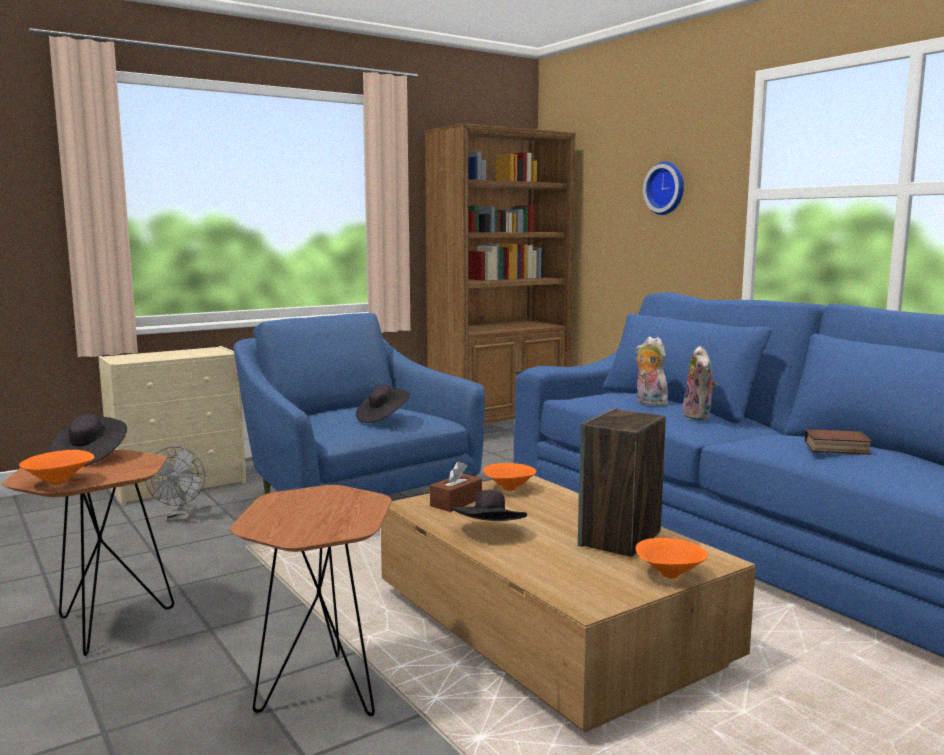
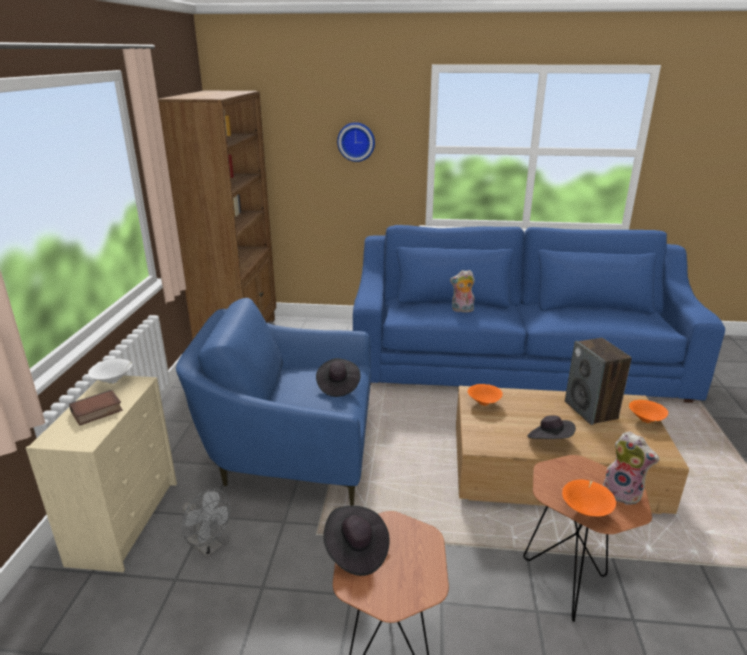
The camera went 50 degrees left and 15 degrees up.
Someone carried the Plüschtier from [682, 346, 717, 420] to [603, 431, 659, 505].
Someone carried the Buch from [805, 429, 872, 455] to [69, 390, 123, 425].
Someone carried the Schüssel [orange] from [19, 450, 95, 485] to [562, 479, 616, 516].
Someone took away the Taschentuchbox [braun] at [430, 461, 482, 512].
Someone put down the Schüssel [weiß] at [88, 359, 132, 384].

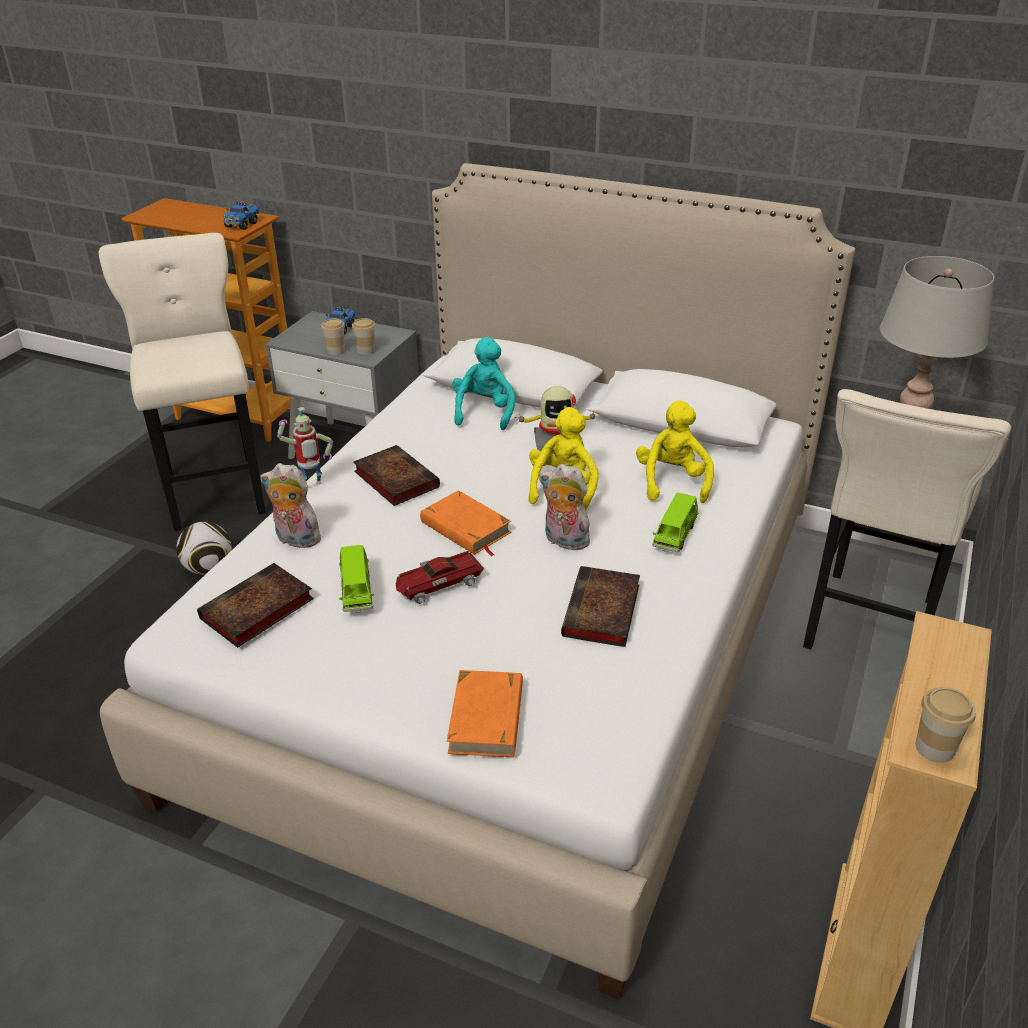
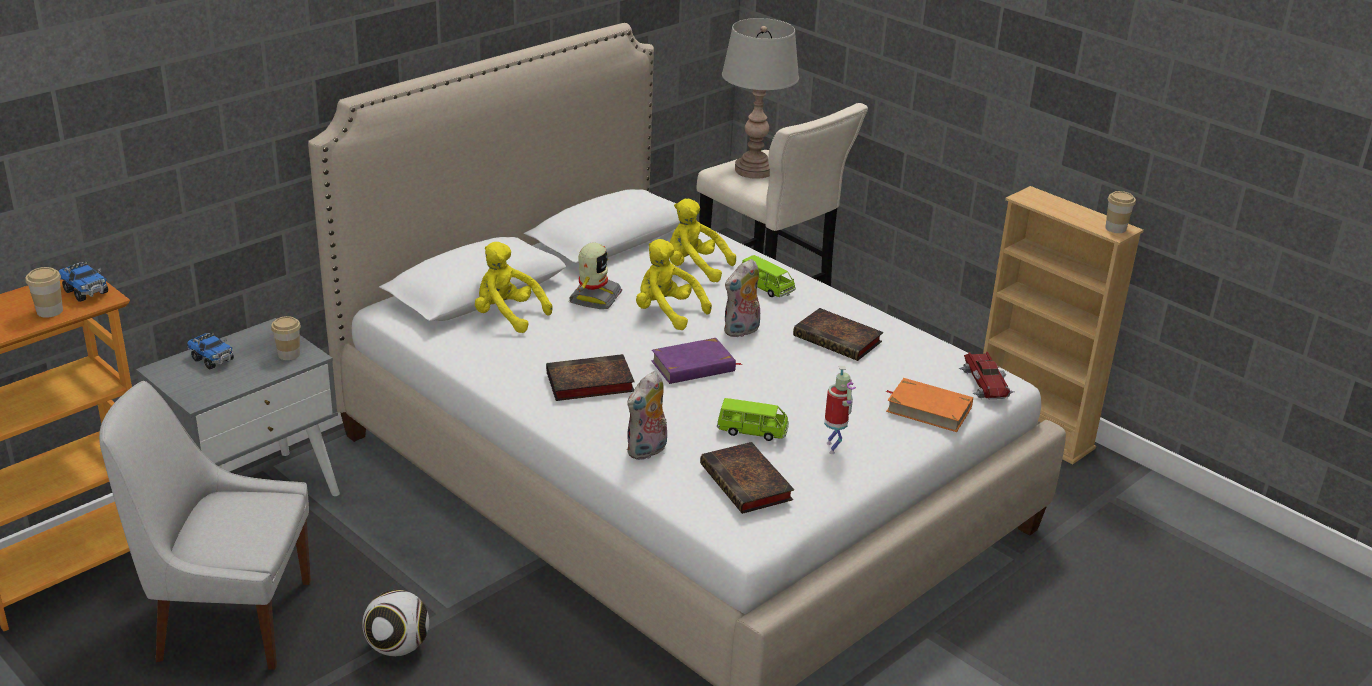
The camera went 70 degrees left and 5 degrees down.
Someone swapped the Hocker [beige] at [99, 233, 266, 531] for the Stuhl [weiß] at [99, 381, 311, 670].
Someone carried the Tasse from [321, 319, 345, 355] to [26, 267, 63, 318].
Someone repainted the Plüschtier [türkis] at [452, 337, 516, 430], which became the Plüschtier [gelb] at [475, 242, 552, 333].
Someone carried the Spielzeugroboter from [277, 407, 333, 485] to [824, 366, 856, 454].
Someone repainted the Buch [orange] at [420, 490, 511, 557], which became the Buch [lila] at [651, 338, 742, 384].
Someone carried the Spielzeugauto from [396, 551, 484, 604] to [958, 351, 1014, 399].

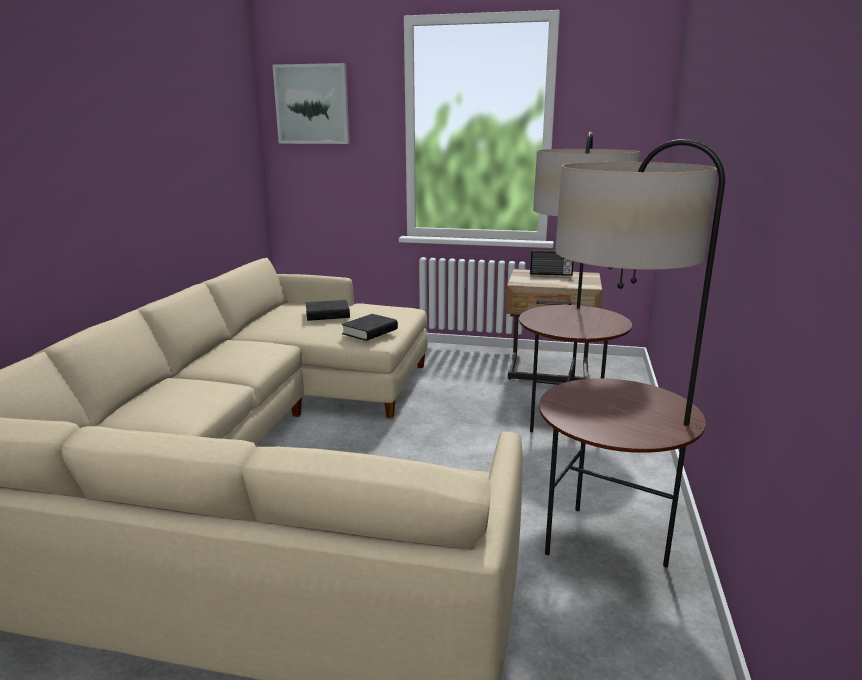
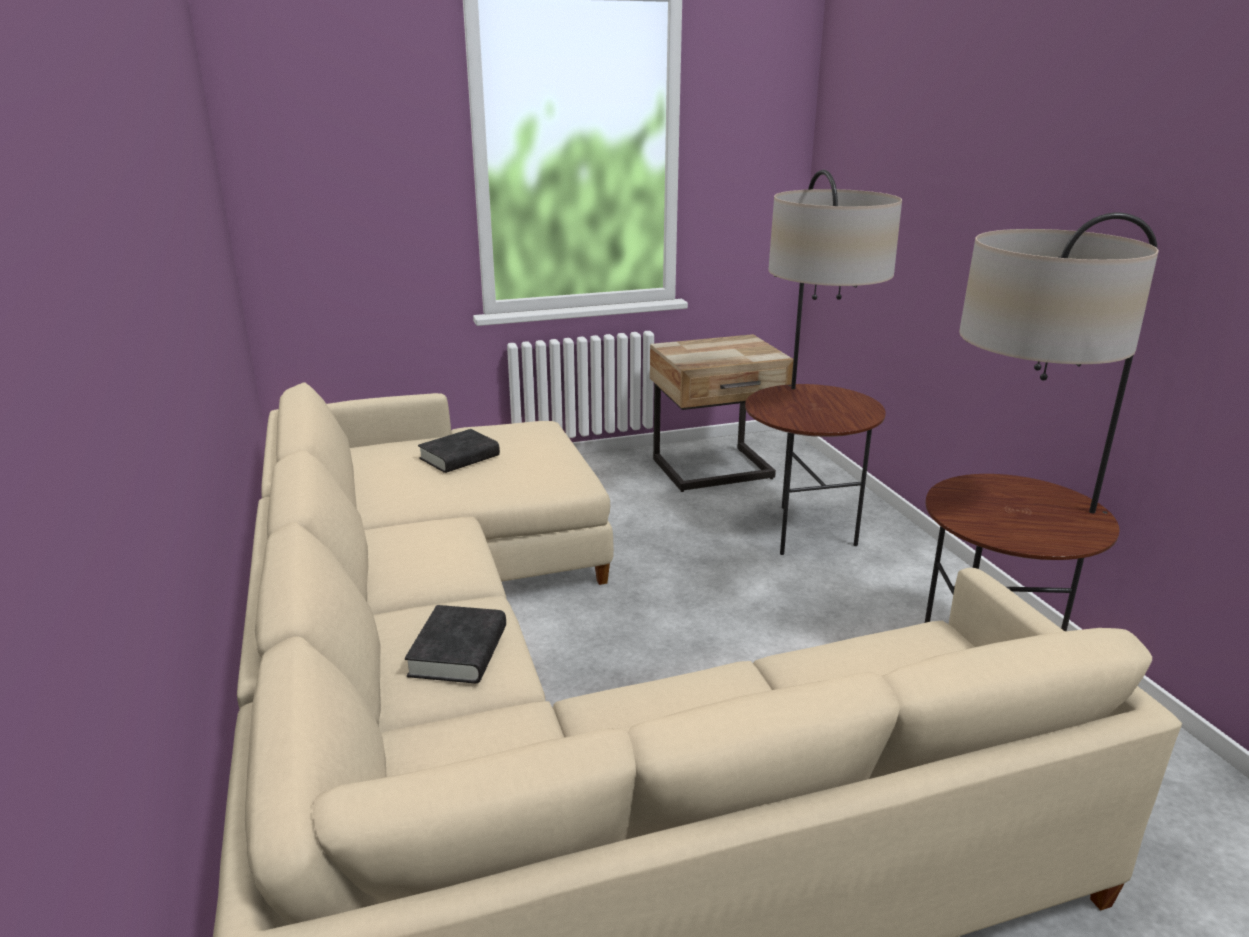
The camera went 30 degrees left and 5 degrees up.
Someone took away the Bild at [272, 63, 350, 144].
Someone took away the Radio at [530, 250, 574, 276].
Someone carried the Buch [schwarz] from [342, 314, 398, 341] to [405, 605, 506, 683].

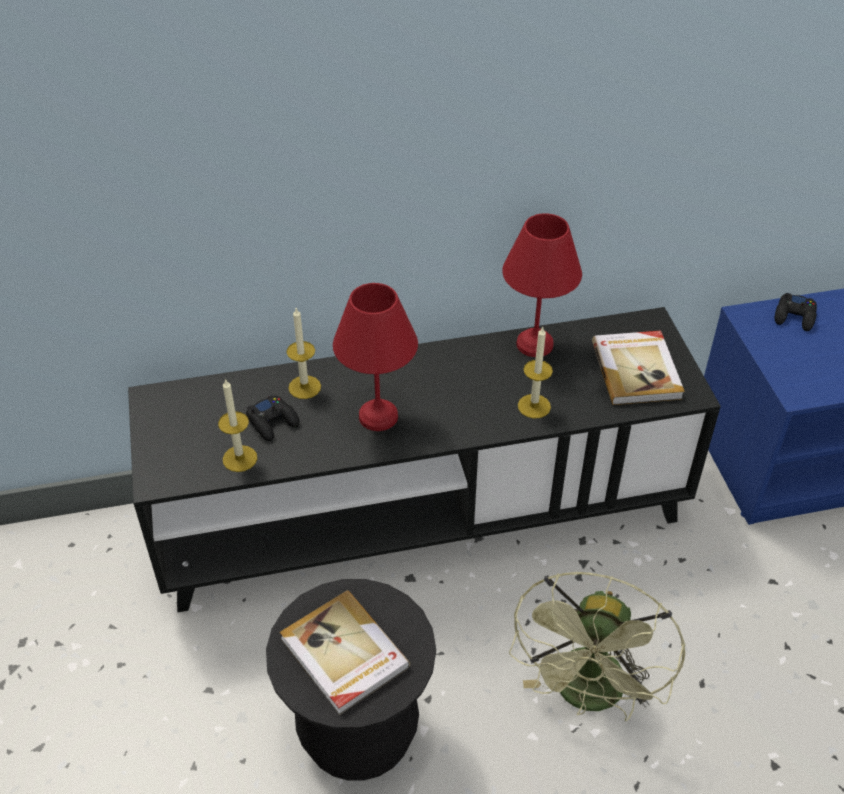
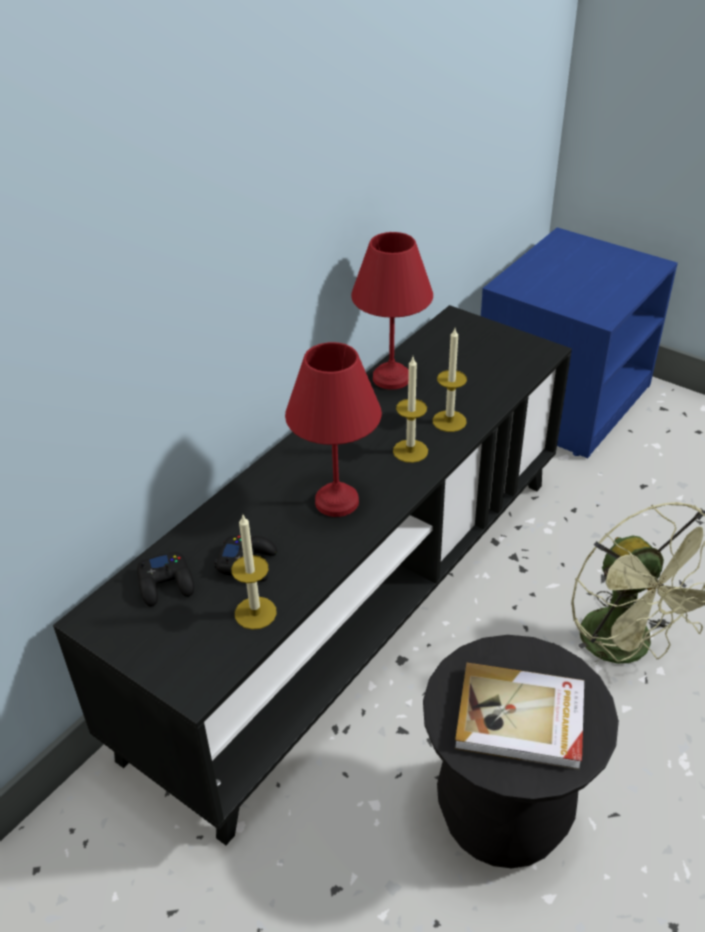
The camera went 40 degrees left and 5 degrees down.
Someone carried the Gamepad [schwarz] from [775, 293, 817, 331] to [137, 551, 194, 607].
Someone carried the Kerze from [286, 308, 321, 399] to [393, 357, 428, 463].
Someone took away the Buch at [592, 331, 685, 405].

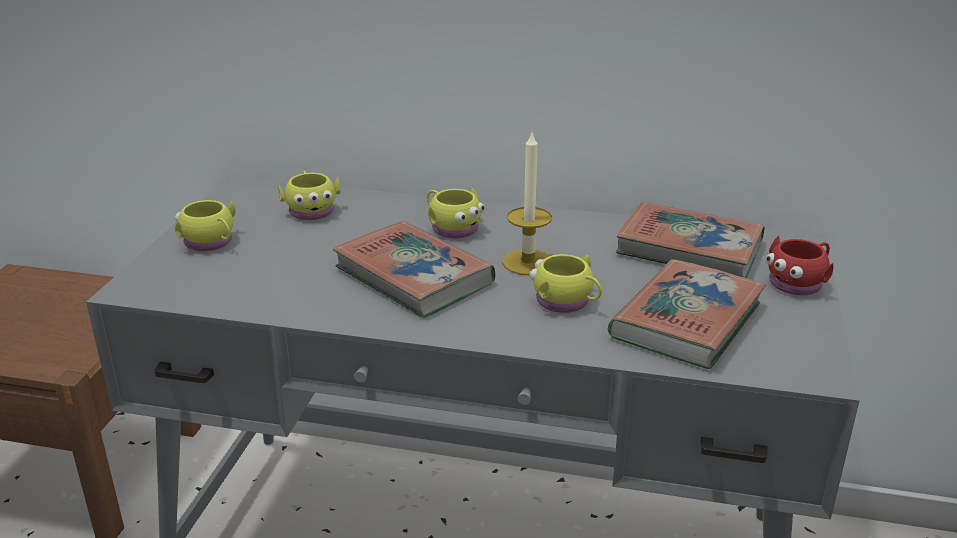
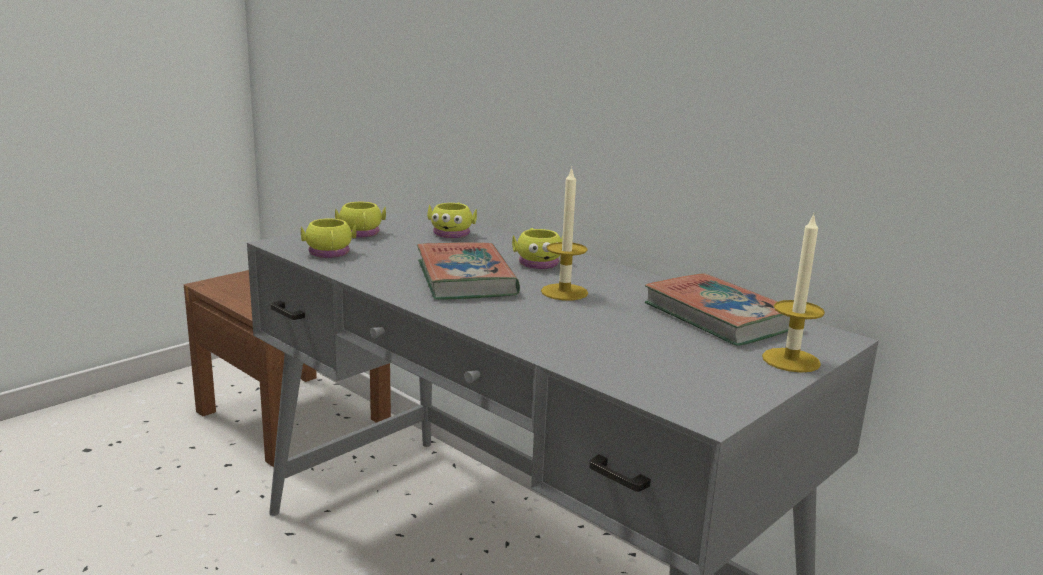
The camera went 30 degrees right and 10 degrees down.
Someone swapped the Henkelbecher [rot] at [766, 236, 834, 295] for the Kerze at [762, 214, 825, 373].
Someone carried the Henkelbecher [gelb] from [529, 254, 602, 313] to [301, 218, 356, 258].
Someone took away the Buch at [608, 259, 766, 369].

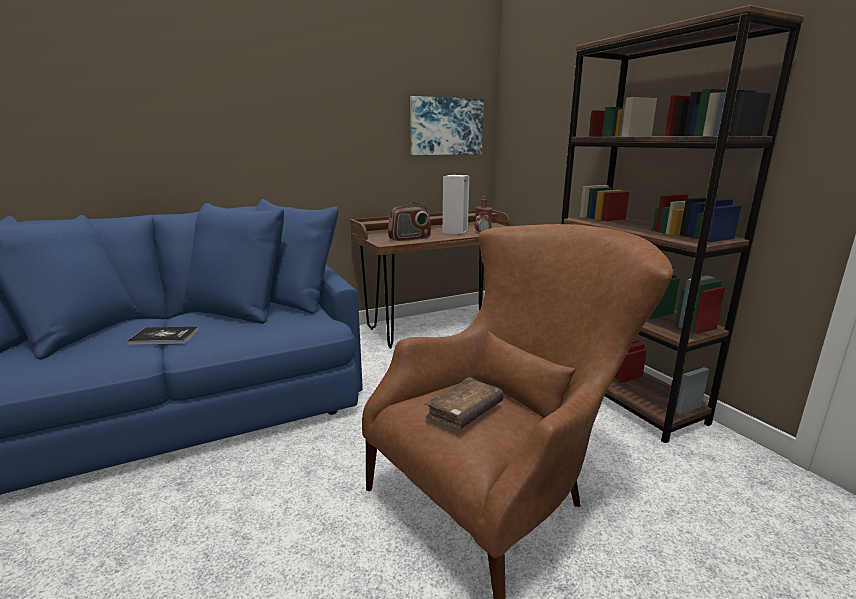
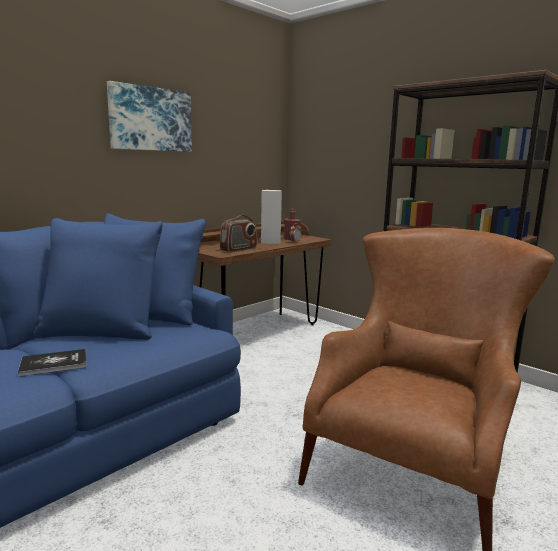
The camera went 20 degrees left and 5 degrees down.
Someone carried the Bild from [410, 96, 484, 155] to [107, 81, 192, 152].
Someone took away the Buch [braun] at [424, 377, 504, 429].

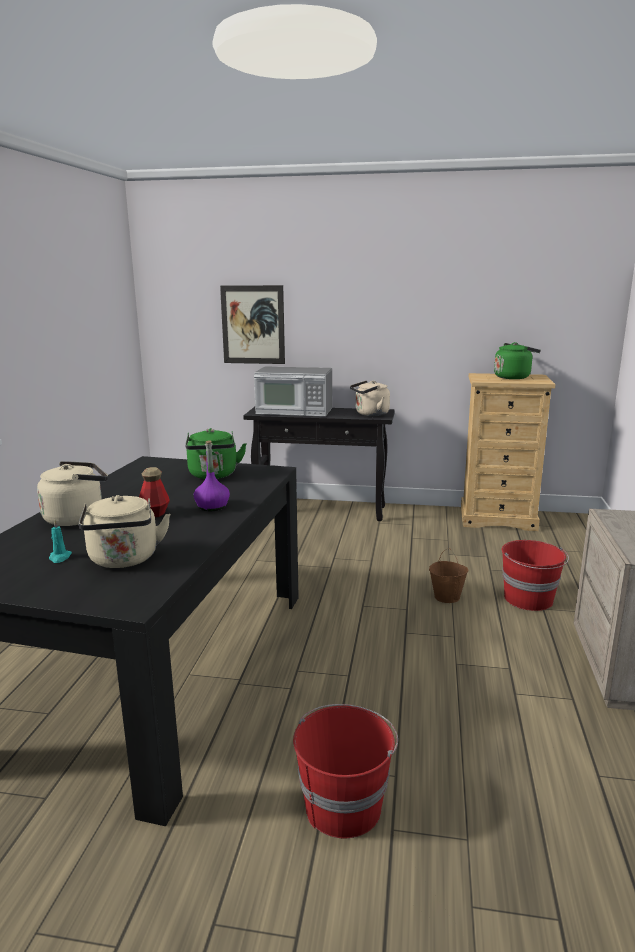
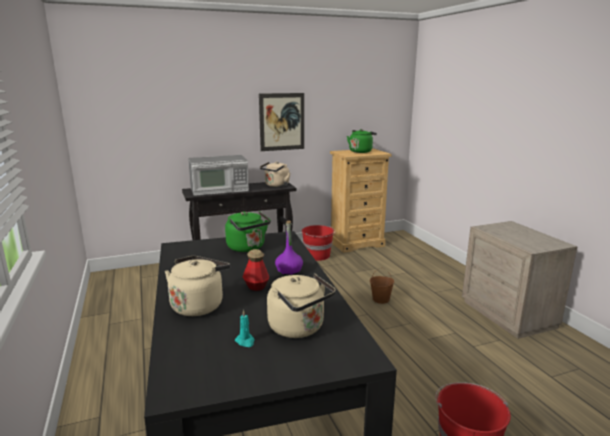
The camera went 30 degrees left and 0 degrees up.
Someone carried the Bild from [220, 285, 285, 364] to [259, 93, 304, 151].
Someone carried the Eimer [rot] from [502, 540, 569, 611] to [302, 225, 335, 261].

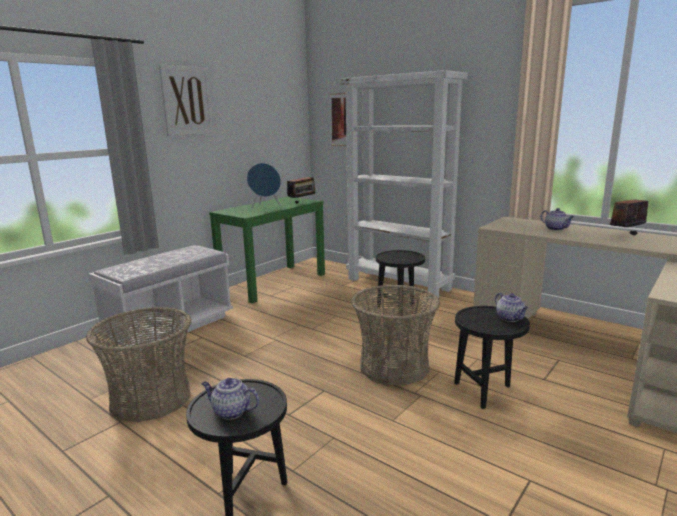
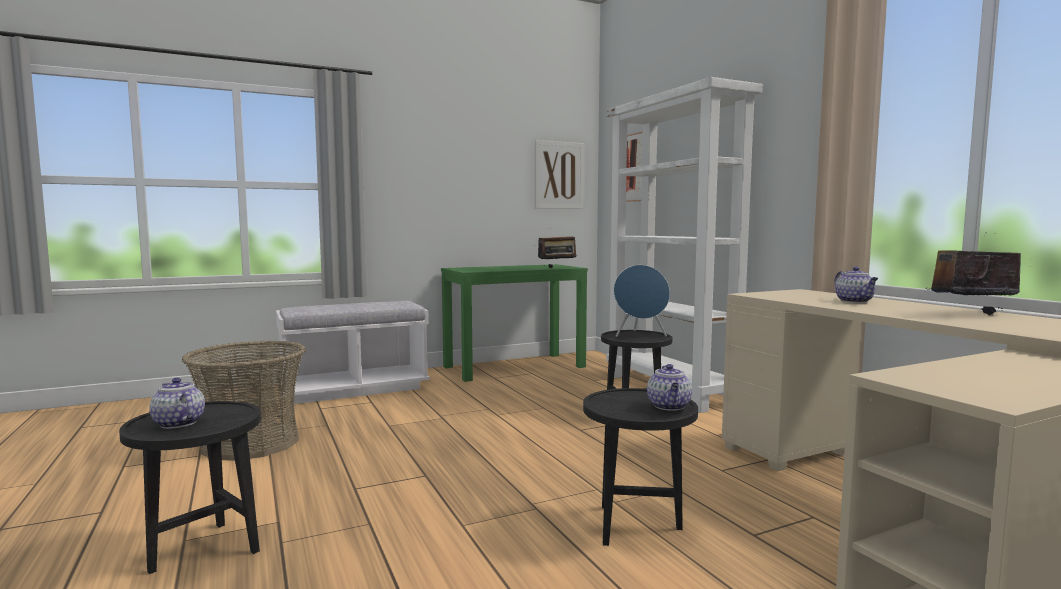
The camera went 25 degrees right and 10 degrees down.
Someone carried the Bild from [159, 64, 214, 136] to [535, 140, 584, 209].
Someone carried the Lautsprecher [blau] from [247, 163, 281, 209] to [614, 265, 670, 337].
Someone took away the Korb at [351, 284, 440, 385].

